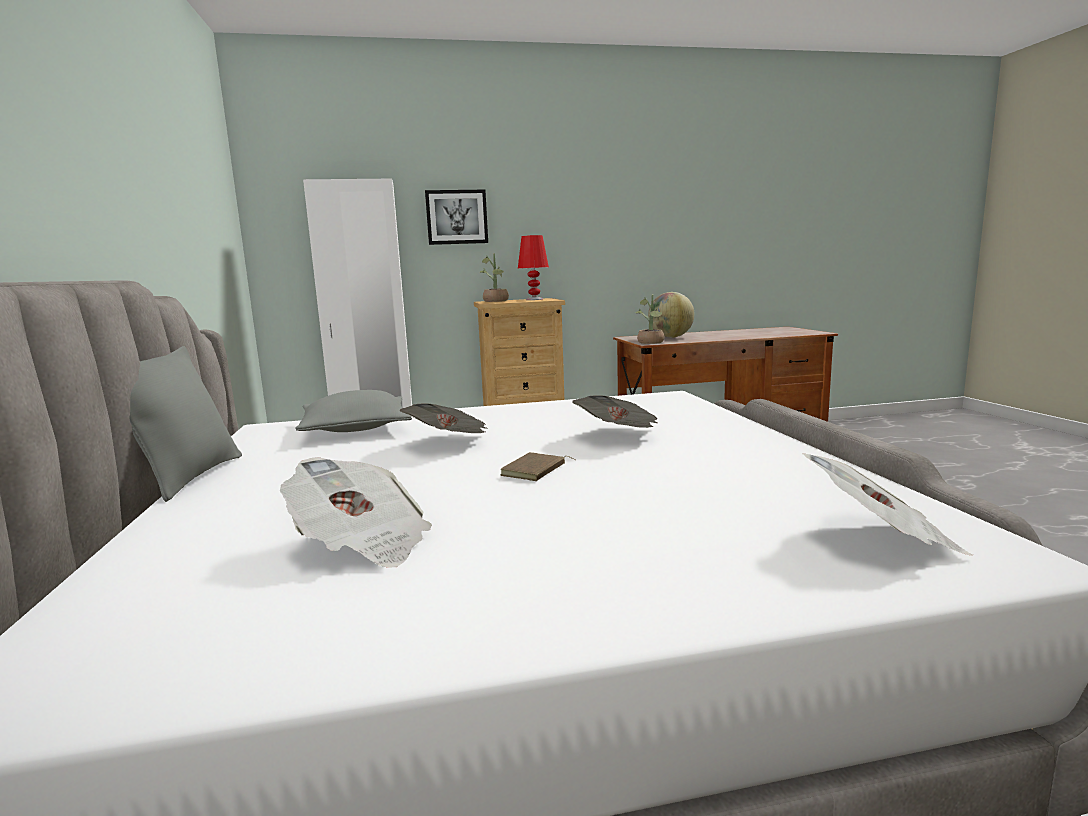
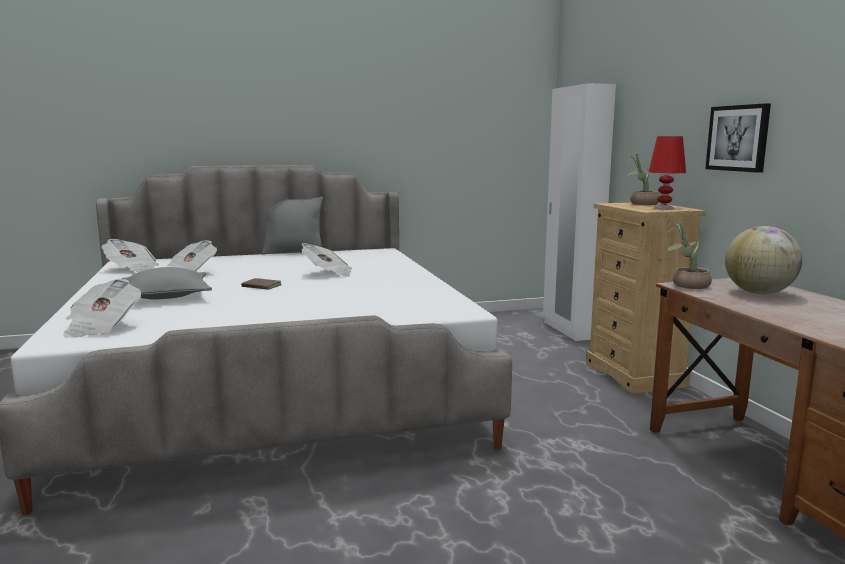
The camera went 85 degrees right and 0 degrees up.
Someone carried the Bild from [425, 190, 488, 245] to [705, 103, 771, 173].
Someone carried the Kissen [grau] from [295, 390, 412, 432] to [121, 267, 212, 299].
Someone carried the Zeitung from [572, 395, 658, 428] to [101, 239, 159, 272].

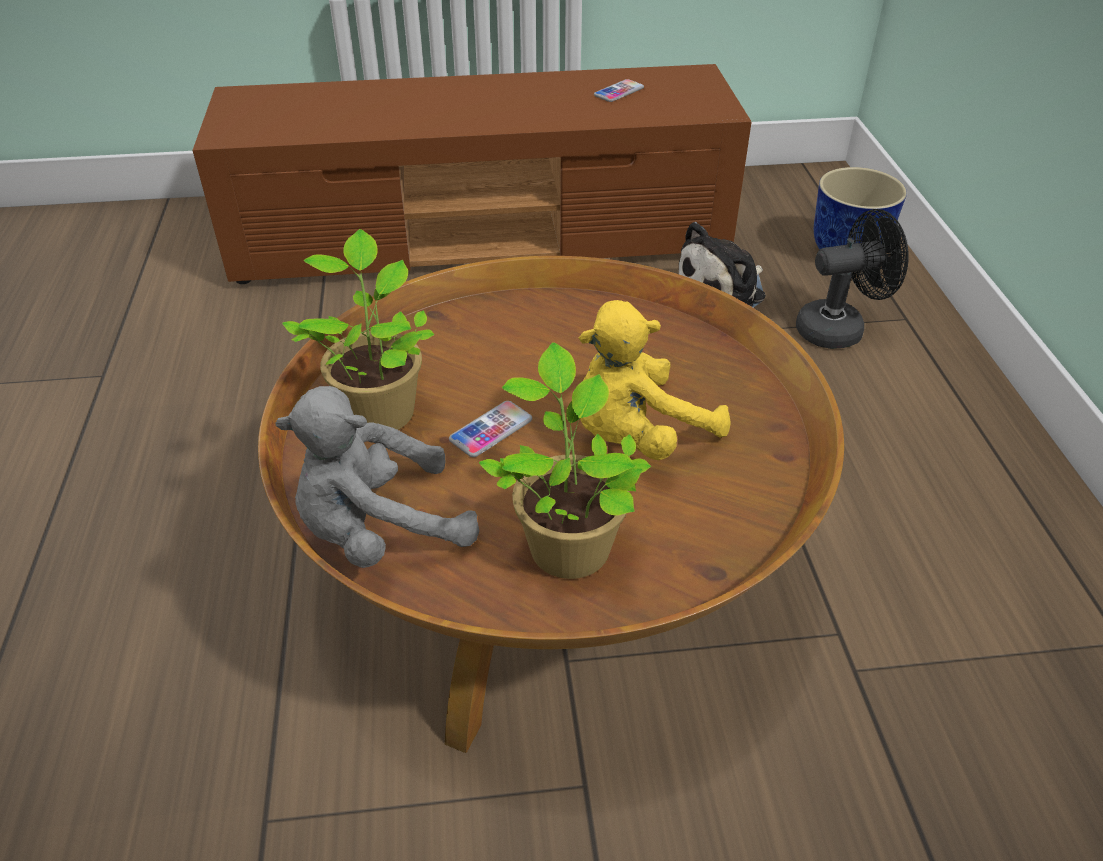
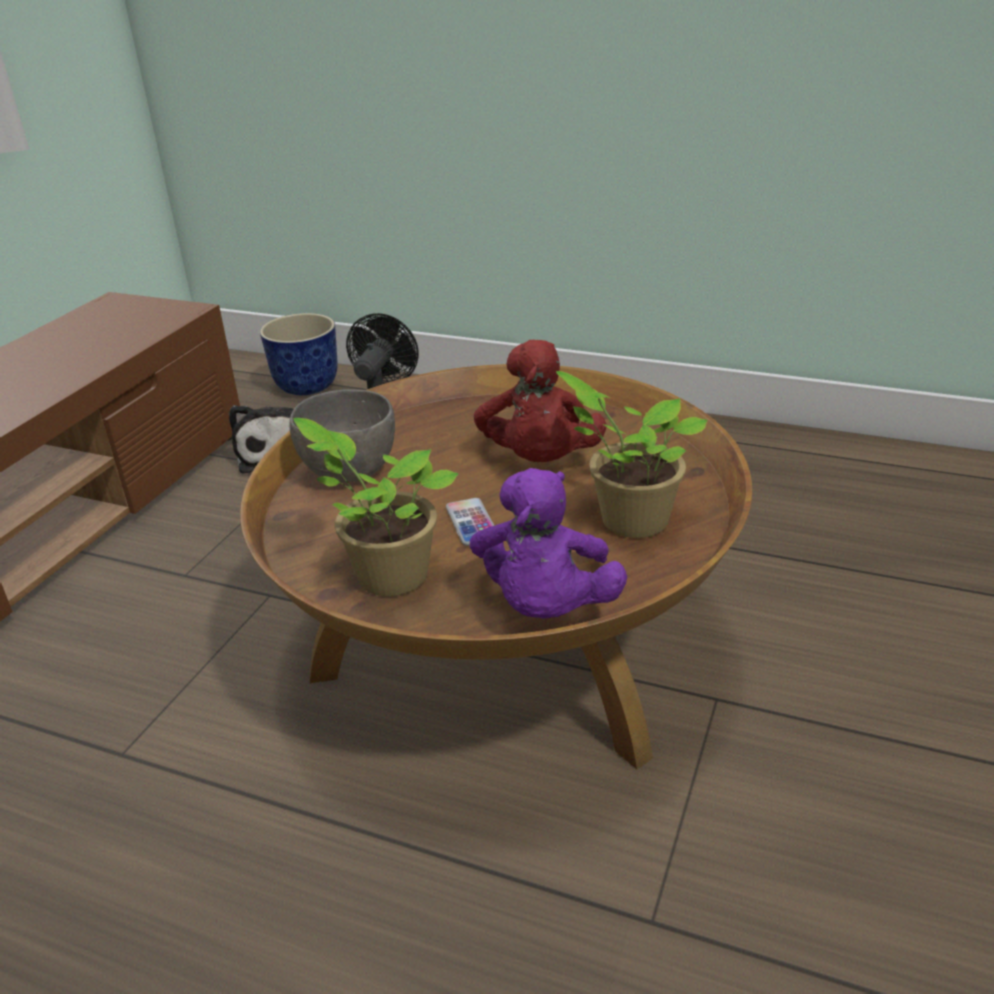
The camera went 60 degrees left and 10 degrees down.
Someone took away the Handy at [594, 79, 644, 102].
Someone repainted the Plüschtier [gelb] at [579, 300, 731, 460], which became the Plüschtier [rot] at [474, 340, 606, 462].
Someone repainted the Plüschtier [grau] at [275, 386, 479, 568], which became the Plüschtier [lila] at [470, 468, 627, 619].
Someone put down the Schüssel [grau] at [290, 389, 395, 482].

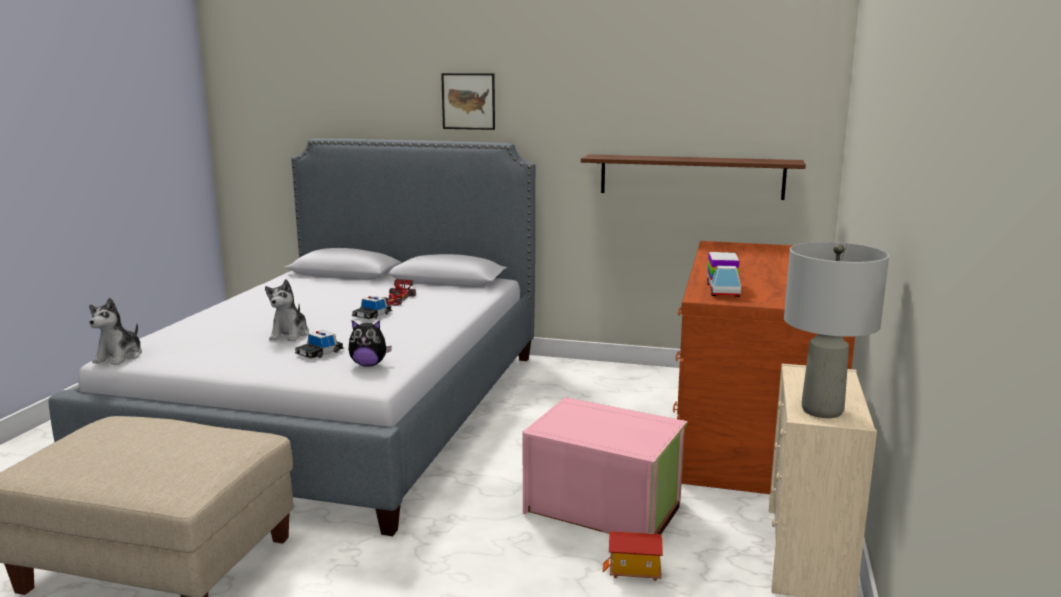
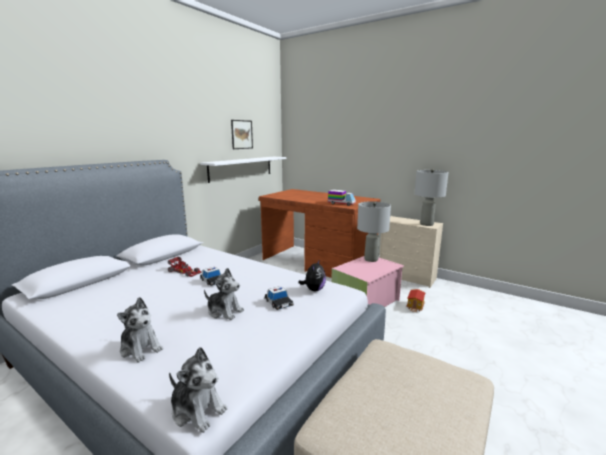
The camera went 70 degrees left and 0 degrees up.
Someone carried the Bild from [441, 73, 495, 130] to [231, 120, 253, 149].
Someone repainted the Wandregal [braun] at [581, 154, 806, 200], which became the Wandregal [weiß] at [200, 157, 286, 183].
Someone put down the Tischlampe [grau] at [357, 201, 391, 262].
Someone put down the Plüschtier at [117, 297, 163, 362].

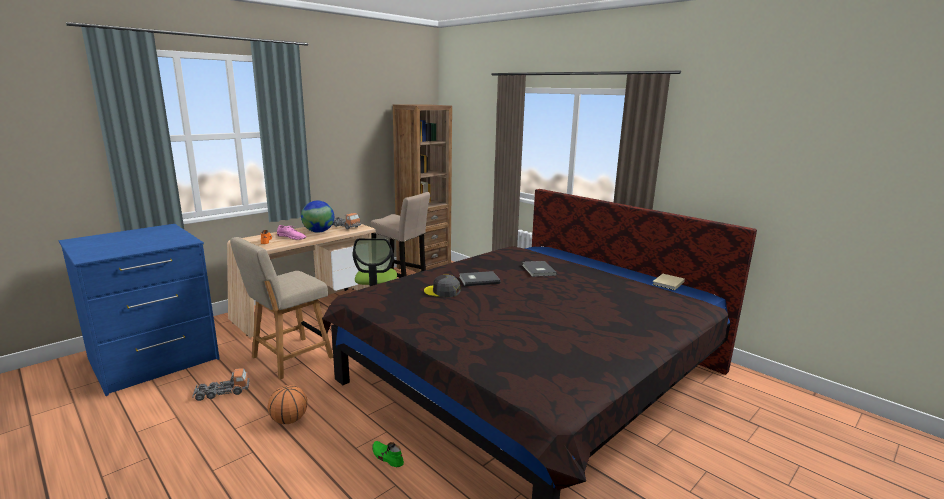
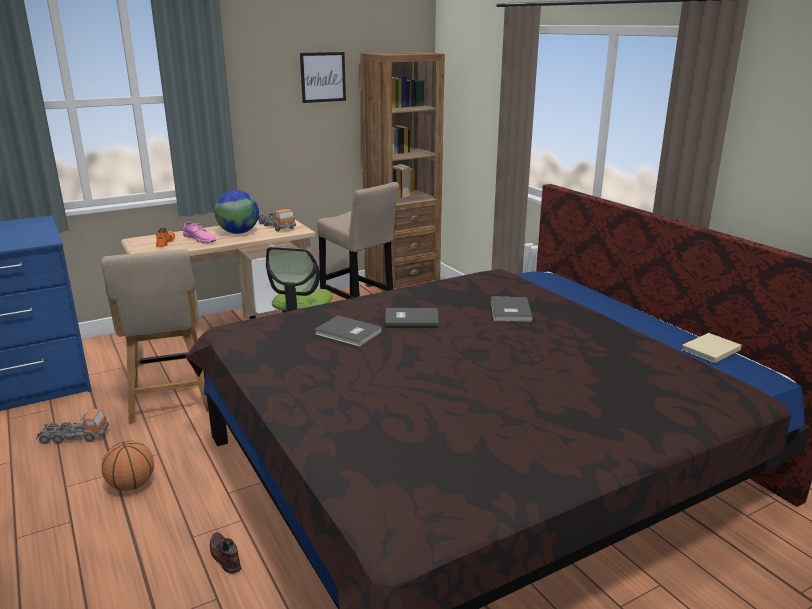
The camera went 15 degrees right and 5 degrees up.
Someone rotated the Stuhl [beige] at [230, 237, 333, 379] by 75 degrees counterclockwise.
Someone swapped the Kappe [grau] at [424, 275, 461, 297] for the Buch [grau] at [314, 316, 382, 347].
Someone repainted the Schuh [grün] at [372, 441, 404, 467], which became the Schuh [braun] at [210, 532, 241, 574].
Someone put up the Bild at [300, 52, 346, 103].

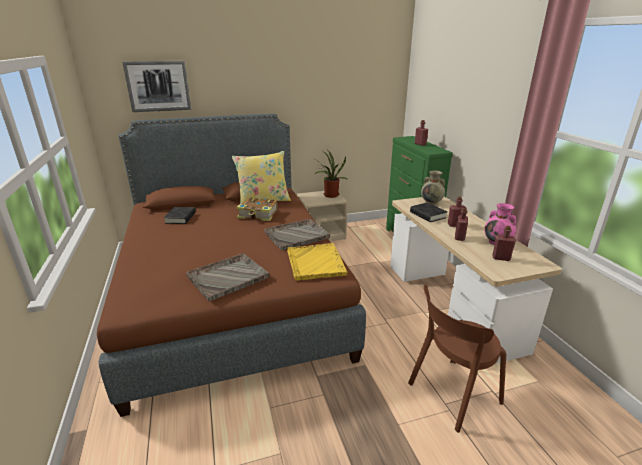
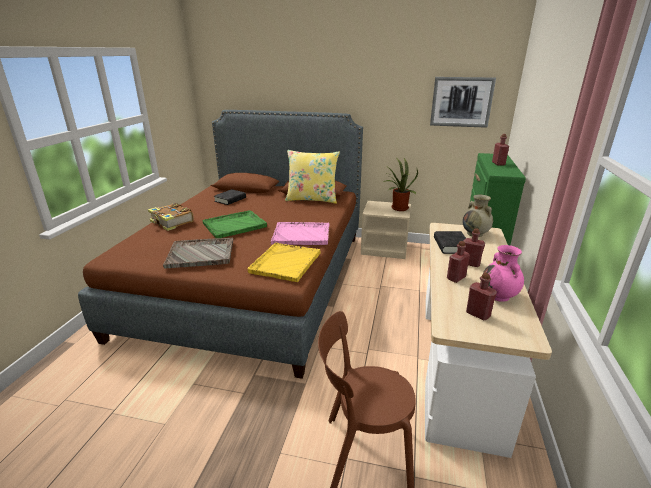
The camera went 30 degrees right and 0 degrees up.
Someone carried the Bild from [122, 61, 191, 112] to [430, 77, 496, 128].
Someone carried the Buch from [236, 198, 277, 221] to [148, 203, 194, 231].
Someone repainted the Tablett [grau] at [264, 219, 330, 250], which became the Tablett [rosa] at [271, 222, 329, 245].
Someone put down the Tablett [grün] at [203, 210, 267, 238].

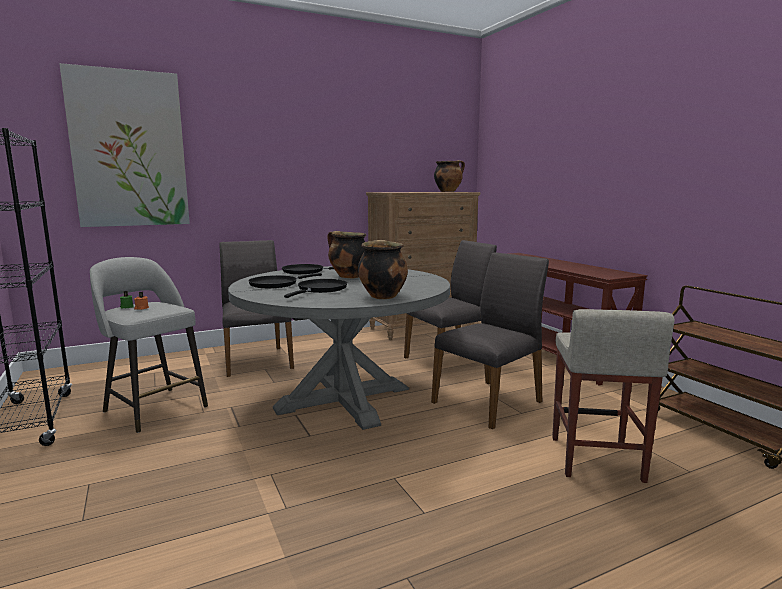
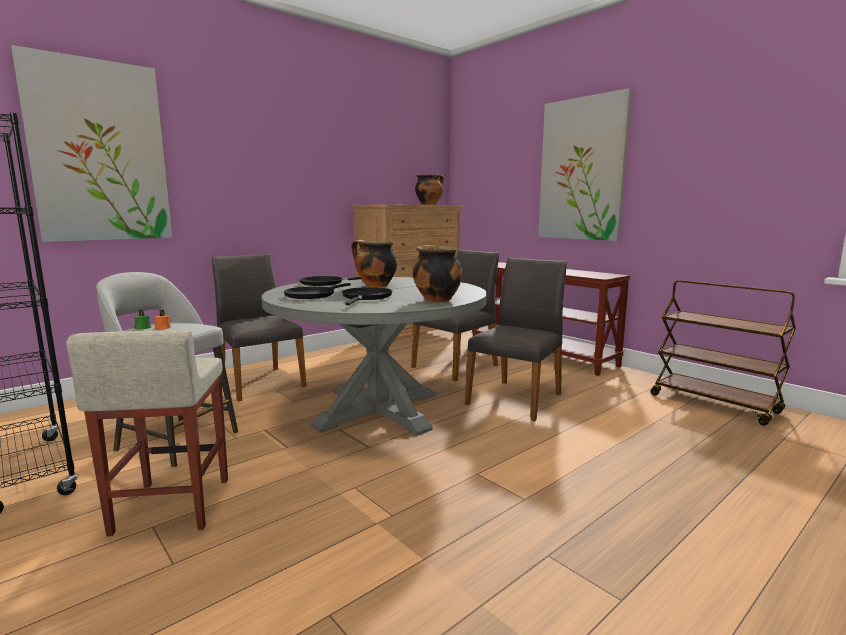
The camera went 15 degrees left and 0 degrees up.
Someone carried the Hocker [beige] from [552, 309, 675, 483] to [66, 330, 228, 536].
Someone put up the Bild at [538, 88, 632, 241].

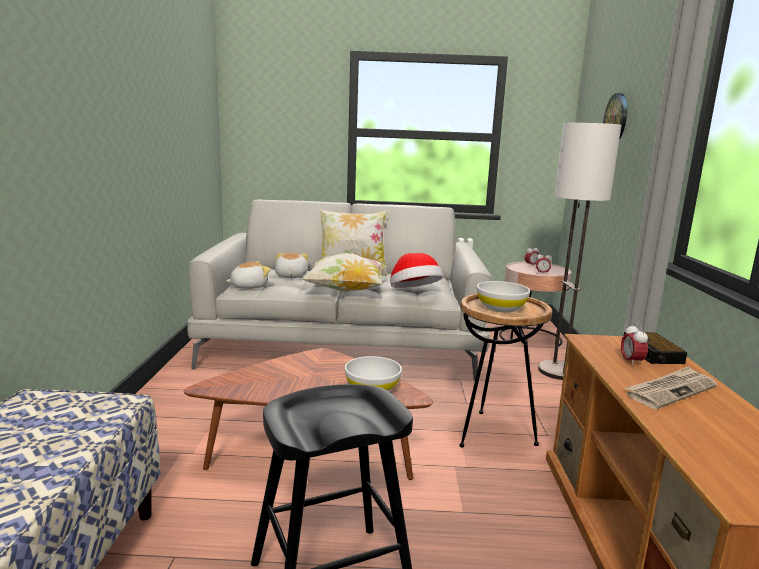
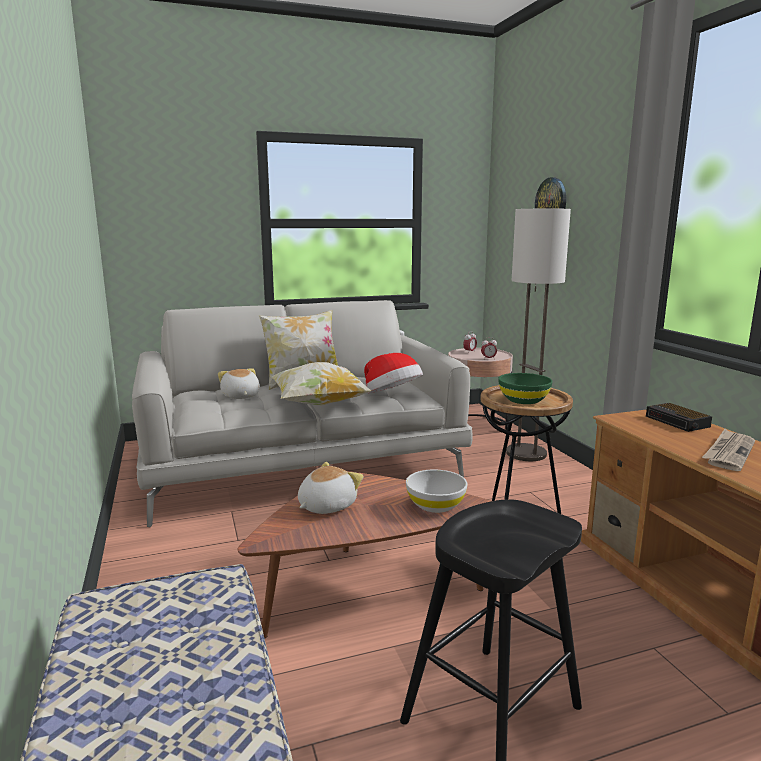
The camera went 20 degrees left and 0 degrees up.
Someone carried the Plüschtier from [226, 261, 271, 289] to [298, 462, 363, 514].
Someone repainted the Schüssel [weiß] at [477, 281, 530, 313], which became the Schüssel [grün] at [498, 373, 553, 404].
Someone took away the Wecker at [621, 323, 648, 367].

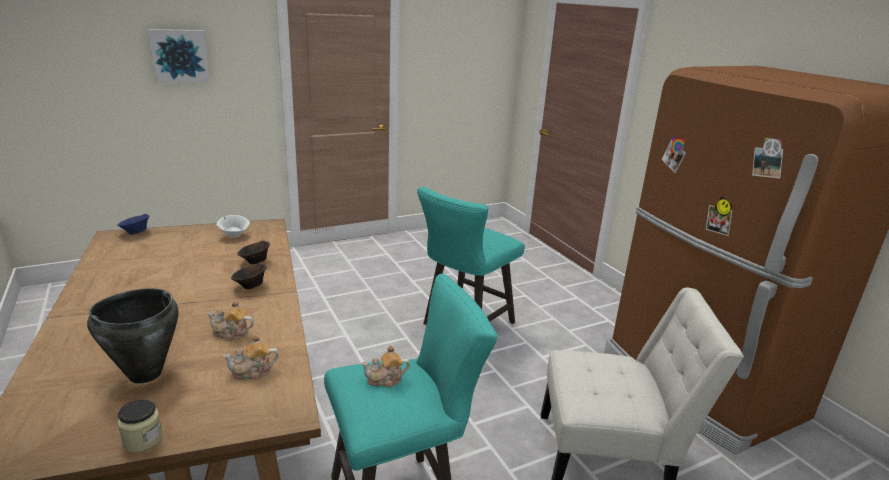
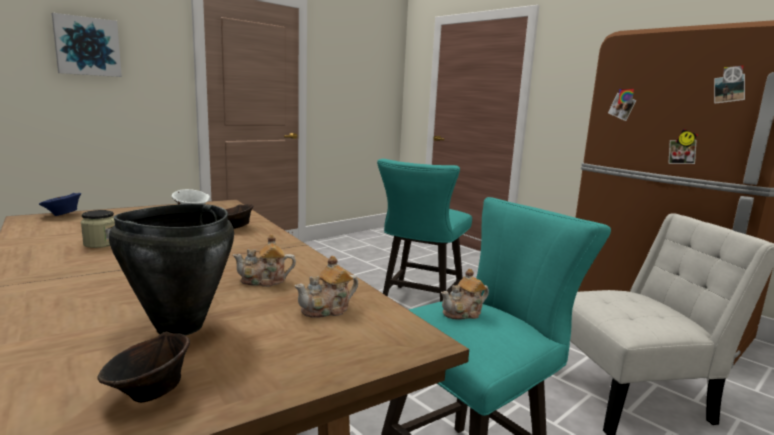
The camera went 15 degrees left and 10 degrees down.
Someone carried the Schüssel [braun] from [231, 263, 267, 289] to [97, 332, 190, 403].
Someone carried the Vorratsglas from [117, 399, 163, 452] to [81, 210, 115, 248].

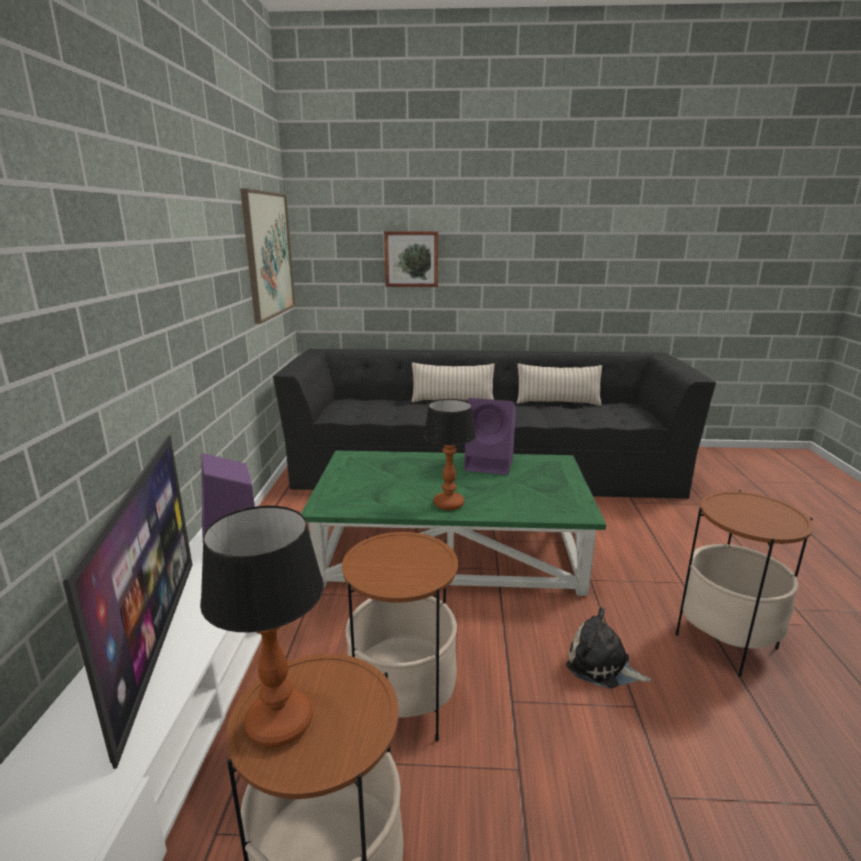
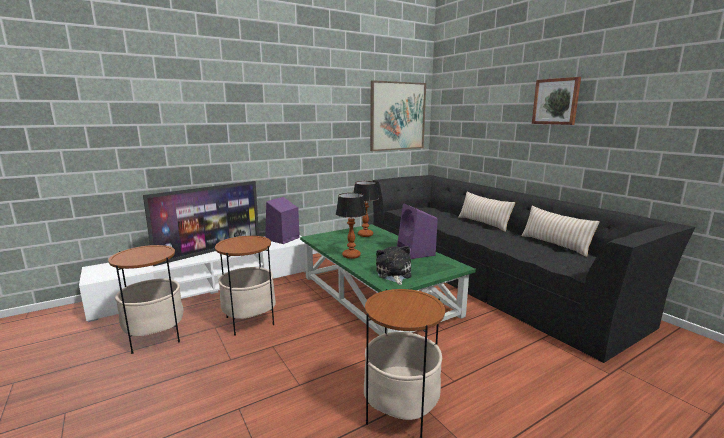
The camera went 55 degrees right and 5 degrees down.
Someone carried the Bild from [384, 231, 438, 287] to [532, 77, 581, 125].
Someone carried the Tischlampe from [200, 506, 324, 747] to [353, 181, 379, 237].
Someone carried the Plüschtier from [566, 607, 651, 689] to [376, 246, 412, 285].

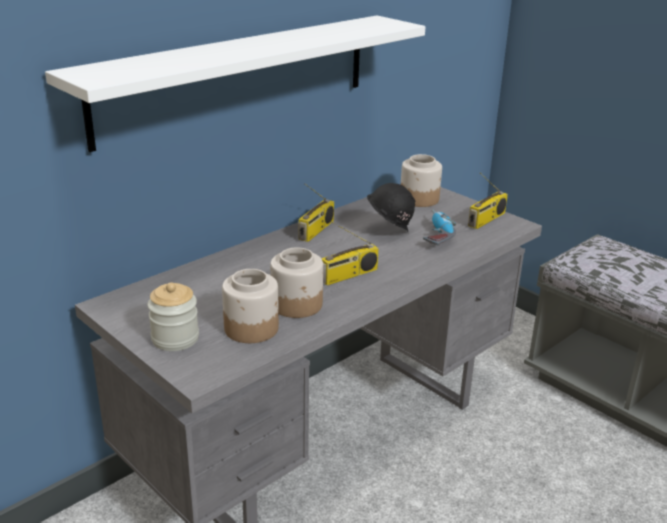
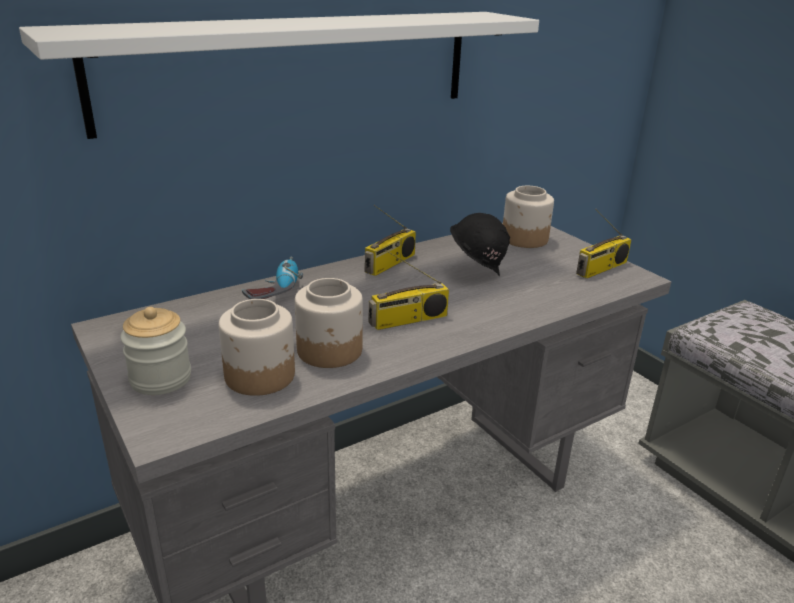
The camera went 10 degrees right and 0 degrees up.
Someone carried the Bohrmaschine from [423, 210, 456, 245] to [242, 256, 303, 299].

